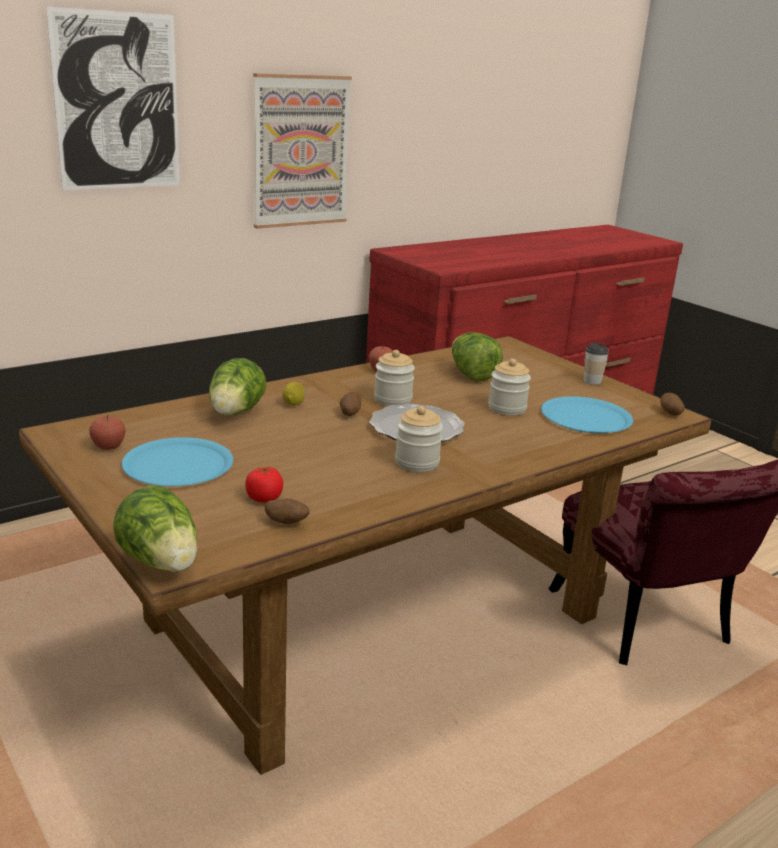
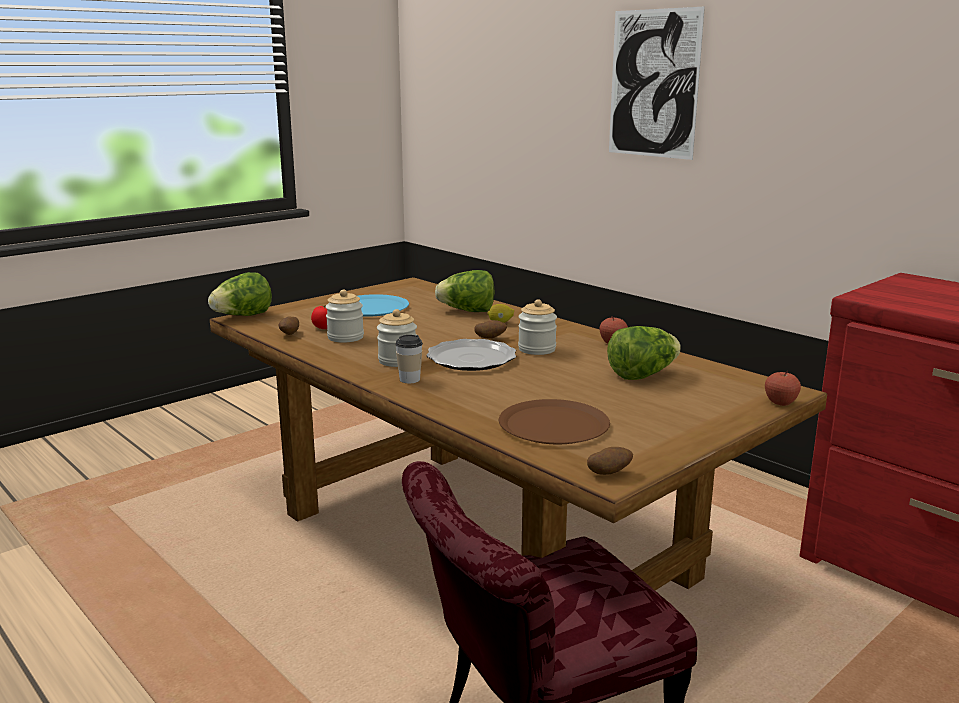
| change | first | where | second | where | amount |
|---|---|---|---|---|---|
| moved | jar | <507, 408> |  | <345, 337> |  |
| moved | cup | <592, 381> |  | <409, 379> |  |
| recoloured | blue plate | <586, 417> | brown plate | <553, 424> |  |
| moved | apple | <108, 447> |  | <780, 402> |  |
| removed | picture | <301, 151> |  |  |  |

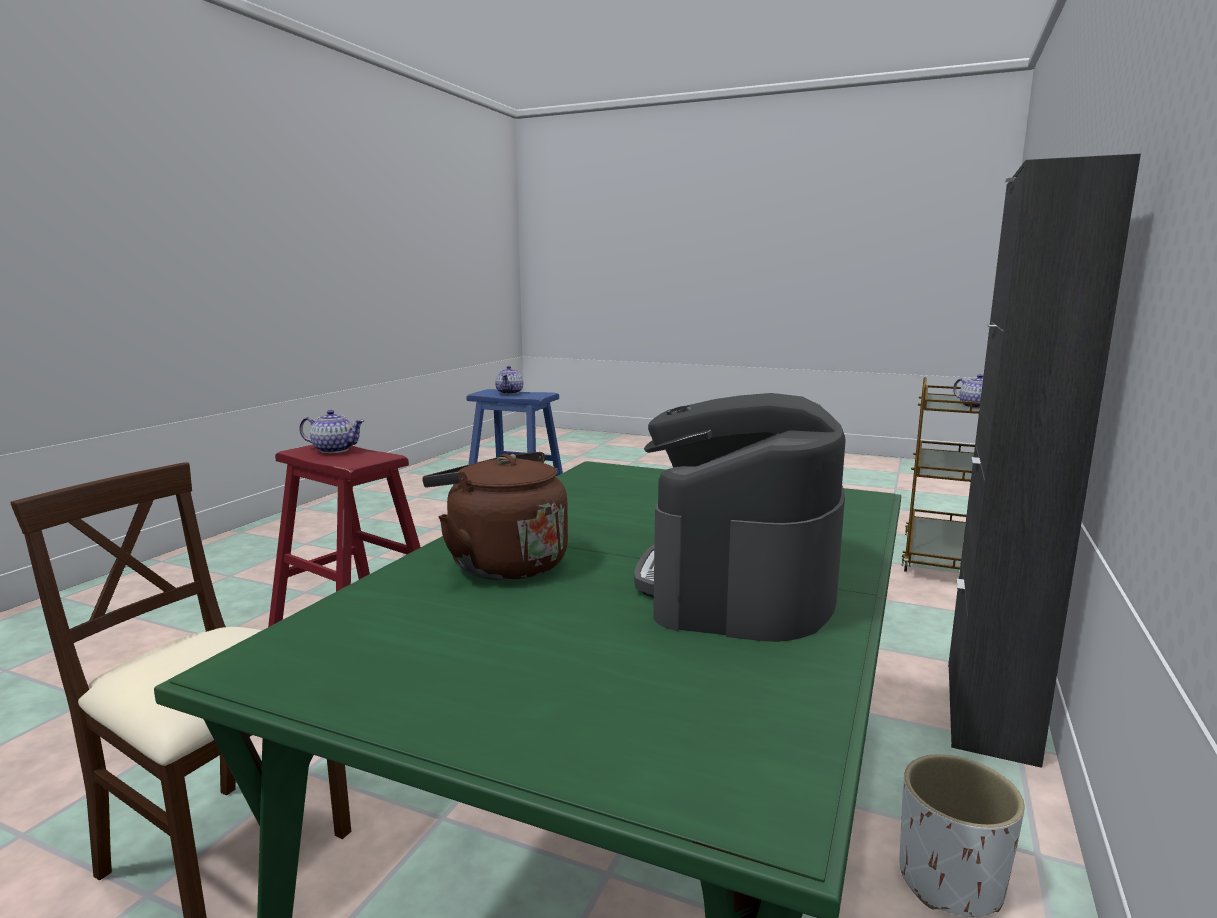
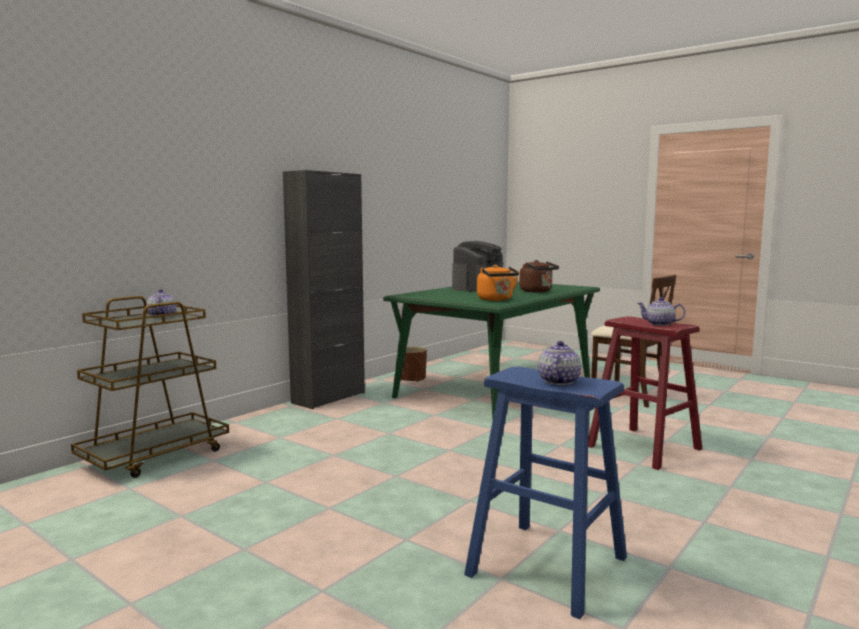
| change | first | where | second | where | amount |
|---|---|---|---|---|---|
| recoloured | white planter | <949, 882> | brown planter | <412, 379> |  |
| added |  |  | orange kettle | <496, 299> |  |

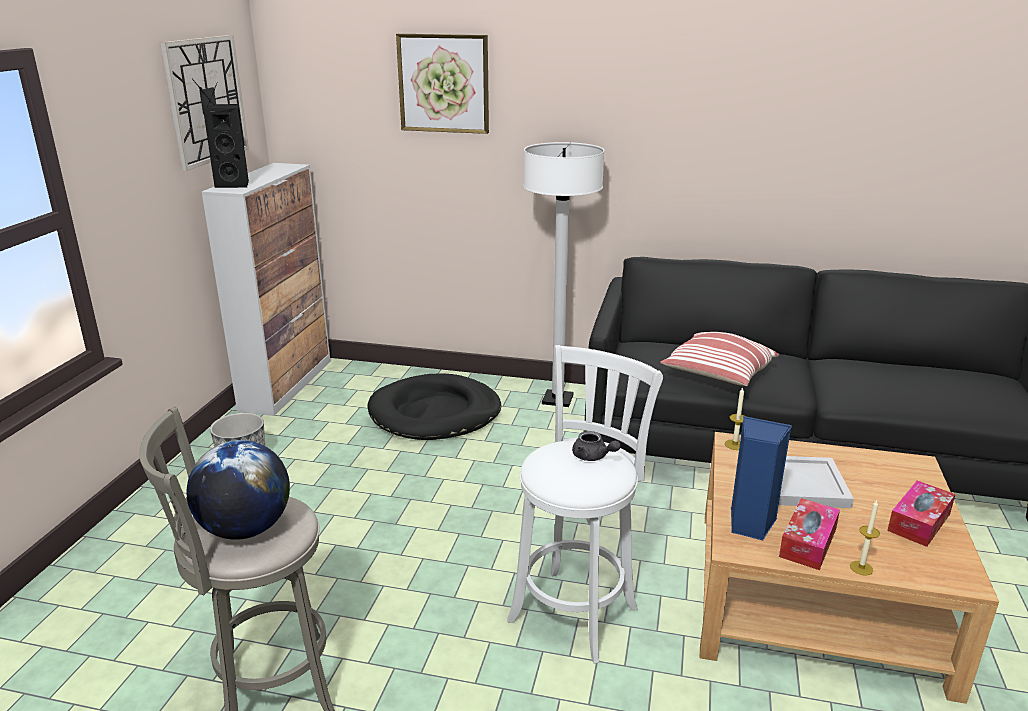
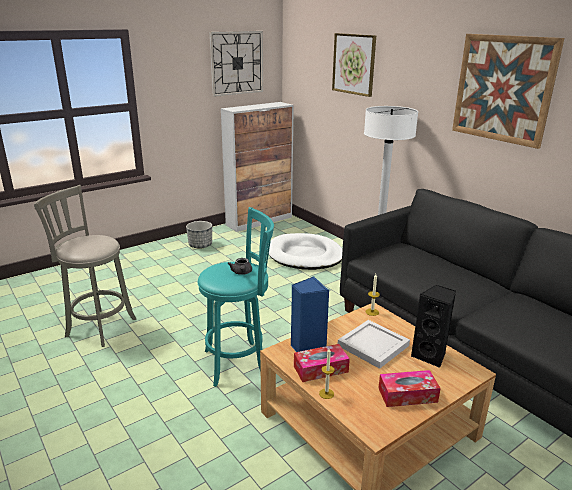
| change | first | where | second | where | amount |
|---|---|---|---|---|---|
| recoloured | white stool | <576, 610> | turquoise stool | <239, 362> |  |
| recoloured | black dog bed | <435, 413> | white dog bed | <305, 255> |  |
| moved | black speaker | <234, 184> |  | <430, 356> |  |
| added |  |  | picture | <503, 89> |  |
| removed | globe | <245, 529> |  |  |  |
| removed | pillow | <718, 374> |  |  |  |

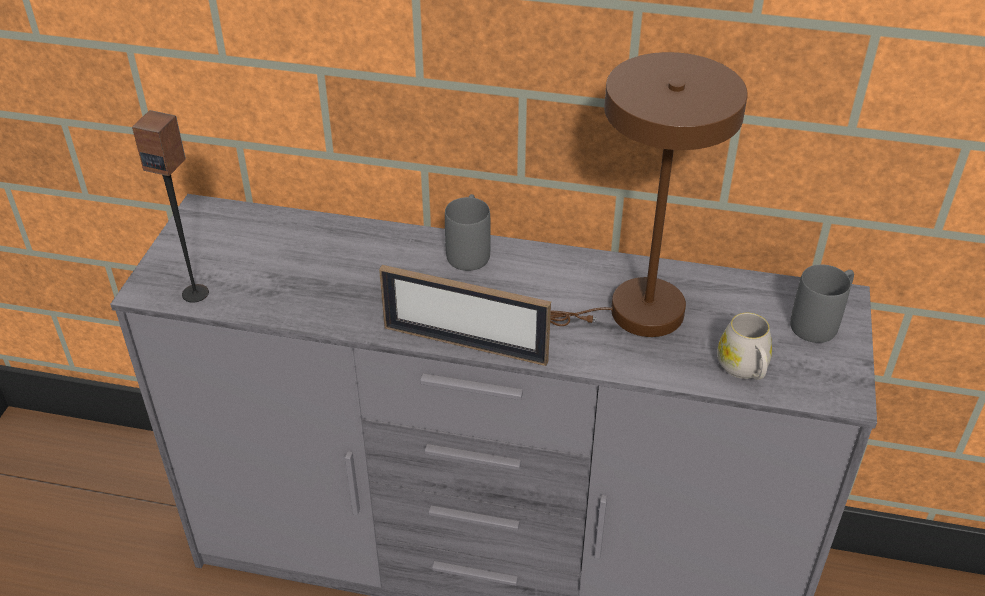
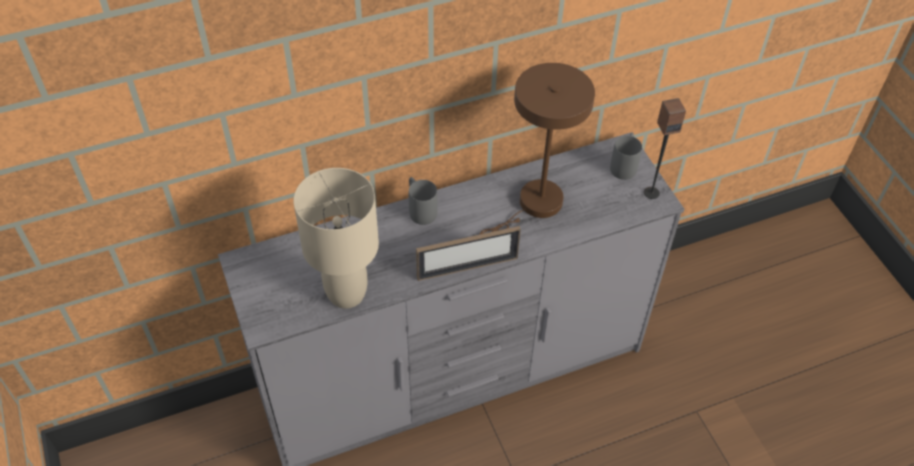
| change | first | where | second | where | amount |
|---|---|---|---|---|---|
| added |  |  | beige table lamp | <347, 293> |  |
| moved | speaker | <195, 293> |  | <651, 192> |  |
| removed | white mug | <744, 369> |  |  |  |

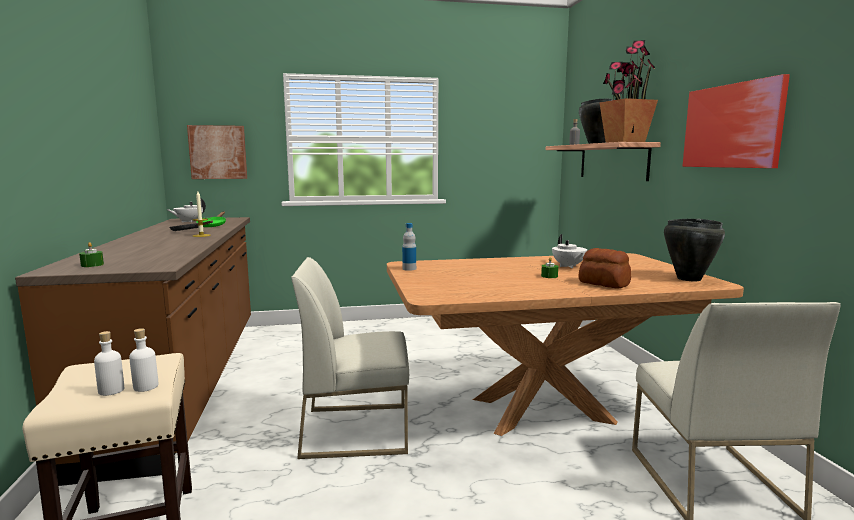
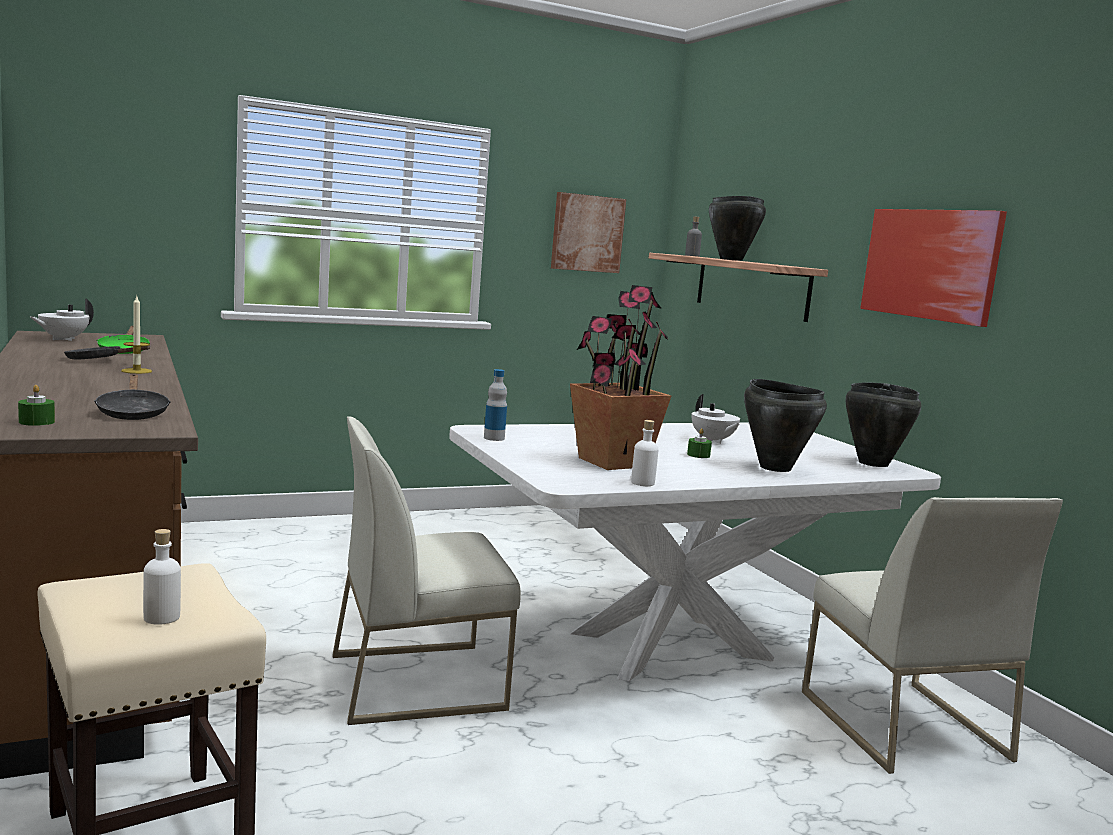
| change | first | where | second | where | amount |
|---|---|---|---|---|---|
| added |  |  | black frying pan | <132, 413> |  |
| recoloured | brown dining table | <541, 409> | white dining table | <669, 644> |  |
| moved | picture | <218, 152> |  | <587, 233> |  |
| moved | potted plant | <624, 142> |  | <611, 462> |  |
| moved | white bottle | <146, 387> |  | <642, 483> |  |
| replaced | bread | <604, 283> | black cooking pot | <775, 467> |  |

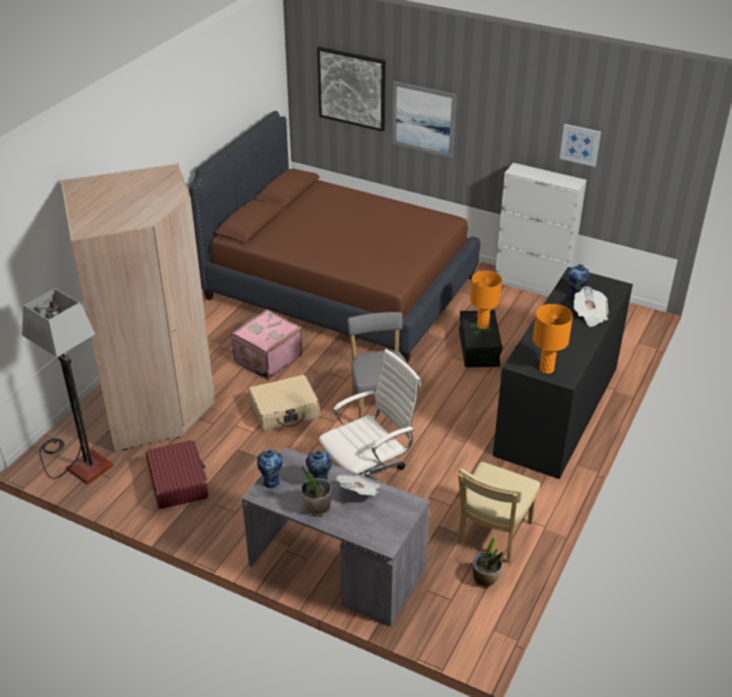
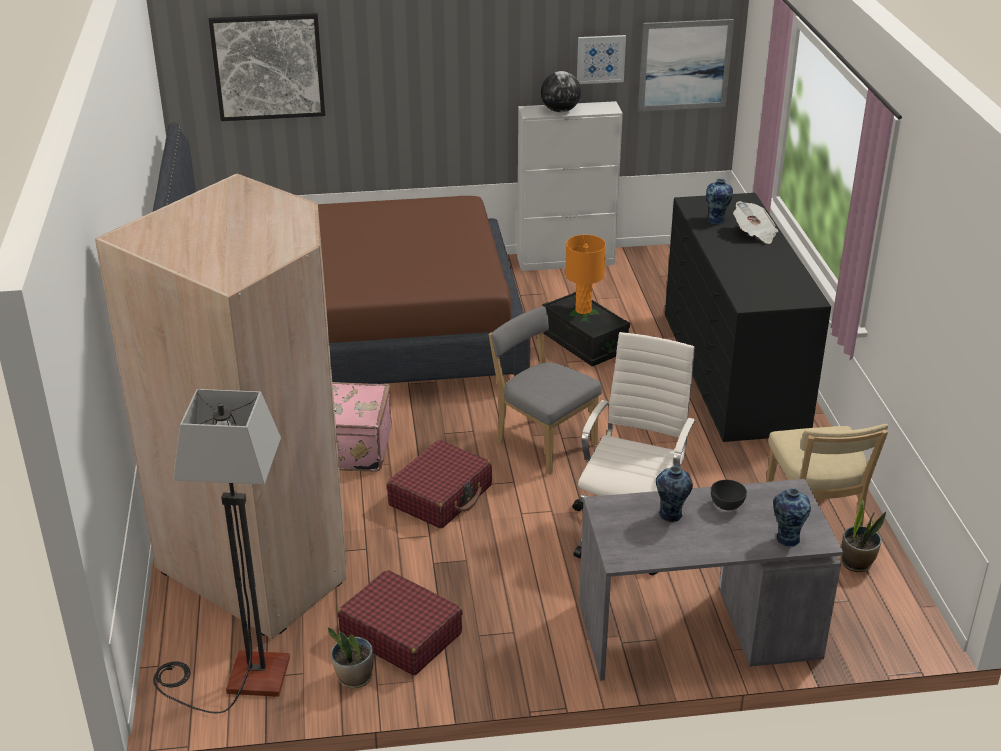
| change | first | where | second | where | amount |
|---|---|---|---|---|---|
| moved | potted plant | <317, 507> |  | <354, 678> |  |
| recoloured | beige suitcase | <285, 411> | red suitcase | <441, 495> |  |
| added |  |  | globe | <560, 110> |  |
| moved | picture | <423, 119> |  | <685, 65> |  |
| replaced | newspaper | <359, 493> | grey bowl | <726, 505> |  |
| moved | vase | <271, 482> |  | <786, 538> |  |
| removed | orange table lamp | <546, 369> |  |  |  |

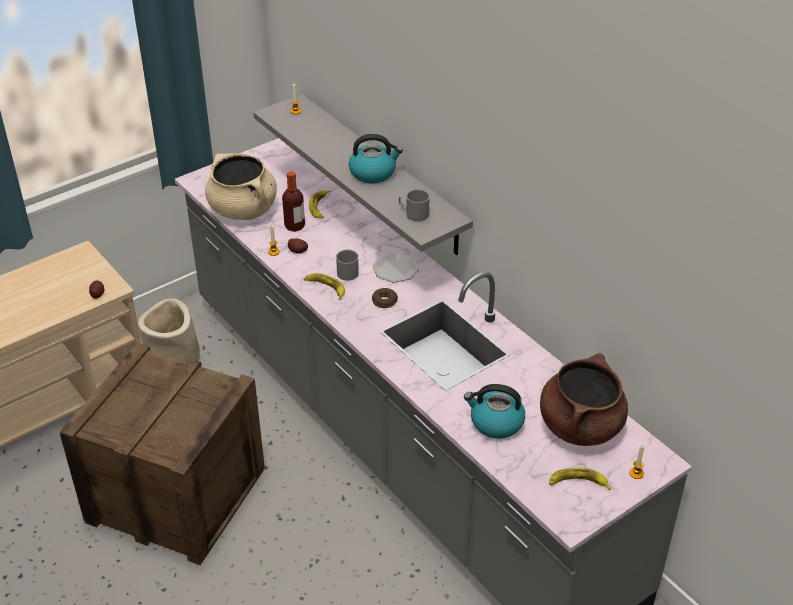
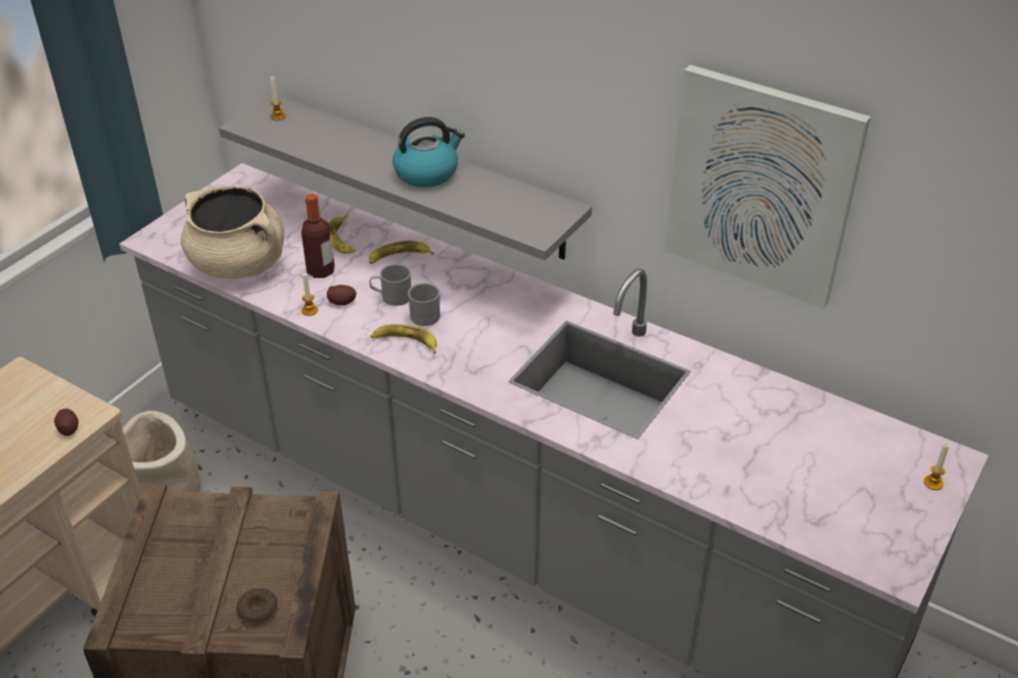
| change | first | where | second | where | amount |
|---|---|---|---|---|---|
| moved | donut | <384, 301> |  | <258, 610> |  |
| moved | banana | <577, 482> |  | <399, 257> |  |
| moved | grey mug | <413, 213> |  | <391, 296> |  |
| added |  |  | picture | <761, 186> |  |
| removed | plate | <395, 269> |  |  |  |
| removed | kettle | <495, 423> |  |  |  |
| removed | brown cooking pot | <580, 426> |  |  |  |

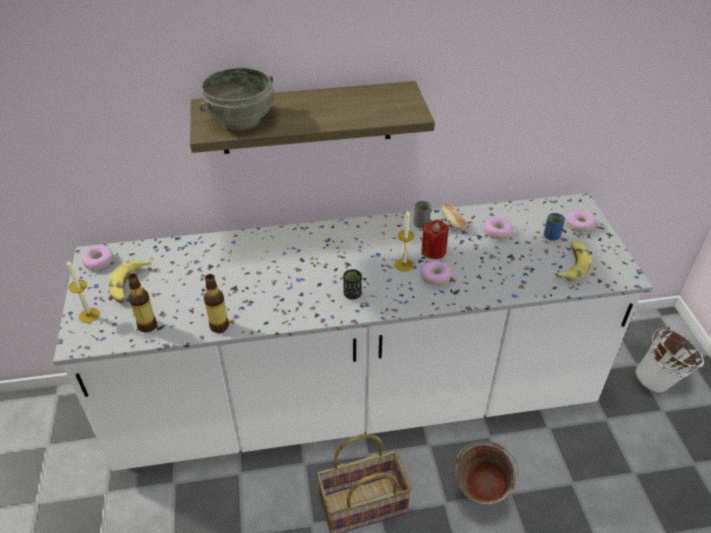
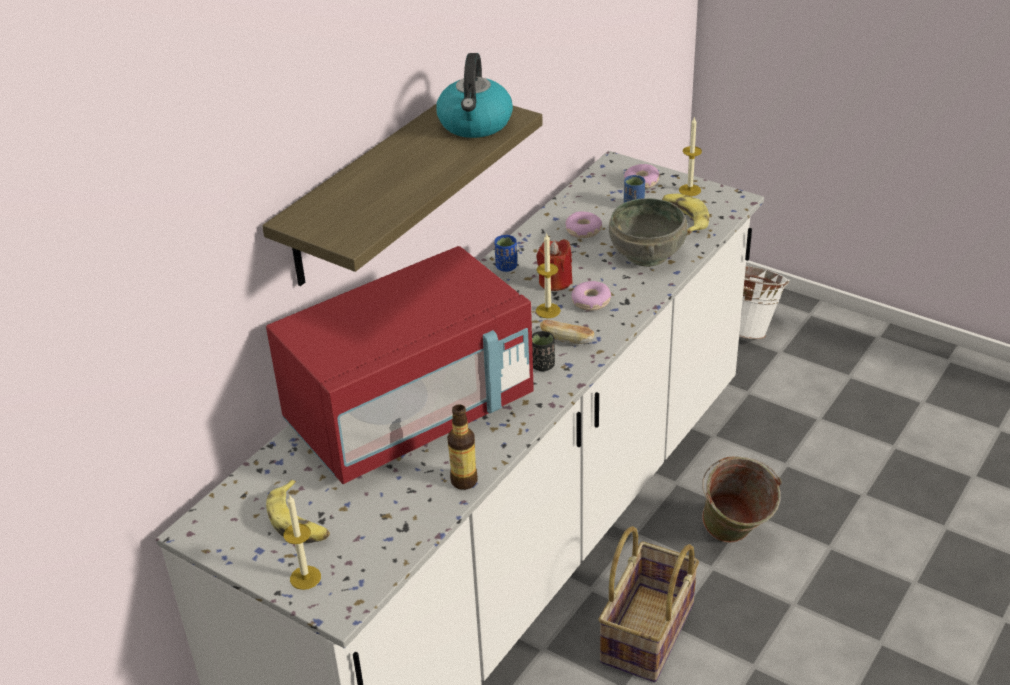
| change | first | where | second | where | amount |
|---|---|---|---|---|---|
| added |  |  | red microwave | <411, 414> |  |
| added |  |  | kettle | <475, 124> |  |
| recoloured | grey cup | <421, 224> | blue cup | <506, 267> |  |
| moved | bread | <453, 222> |  | <566, 340> |  |
| moved | grey bowl | <241, 120> |  | <648, 254> |  |
| added |  |  | candle | <689, 190> |  |
| removed | donut | <98, 261> |  |  |  |
| removed | bottle | <147, 326> |  |  |  |

